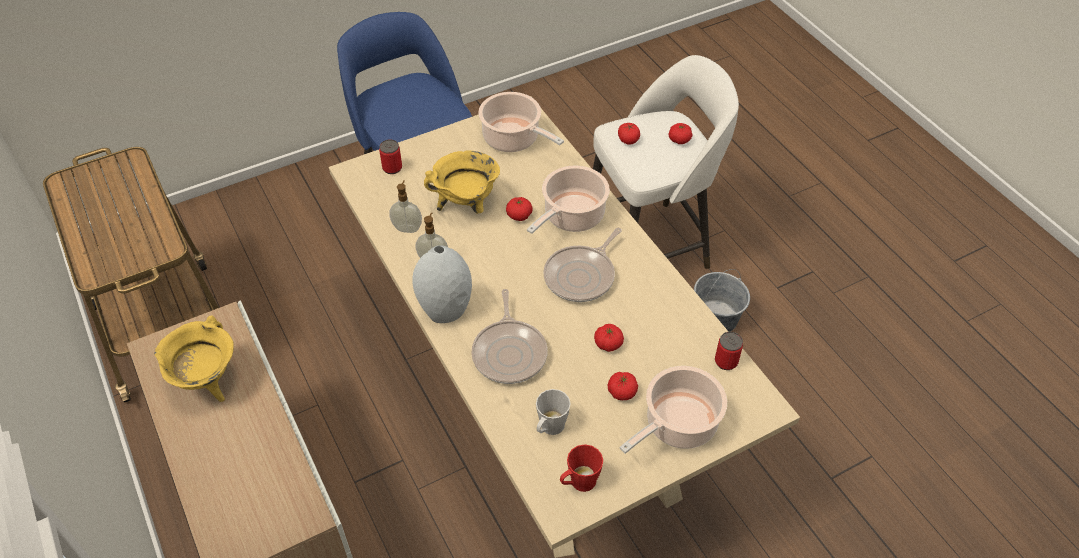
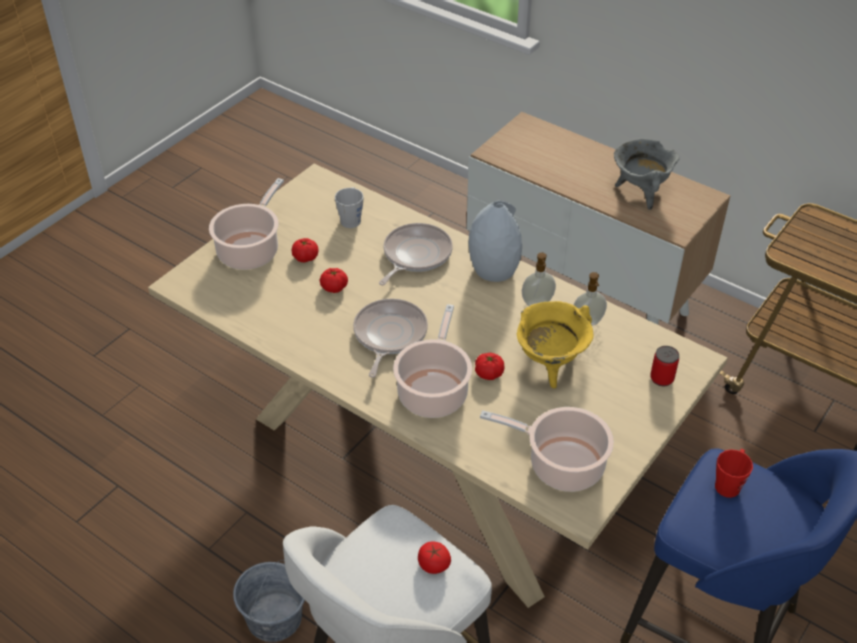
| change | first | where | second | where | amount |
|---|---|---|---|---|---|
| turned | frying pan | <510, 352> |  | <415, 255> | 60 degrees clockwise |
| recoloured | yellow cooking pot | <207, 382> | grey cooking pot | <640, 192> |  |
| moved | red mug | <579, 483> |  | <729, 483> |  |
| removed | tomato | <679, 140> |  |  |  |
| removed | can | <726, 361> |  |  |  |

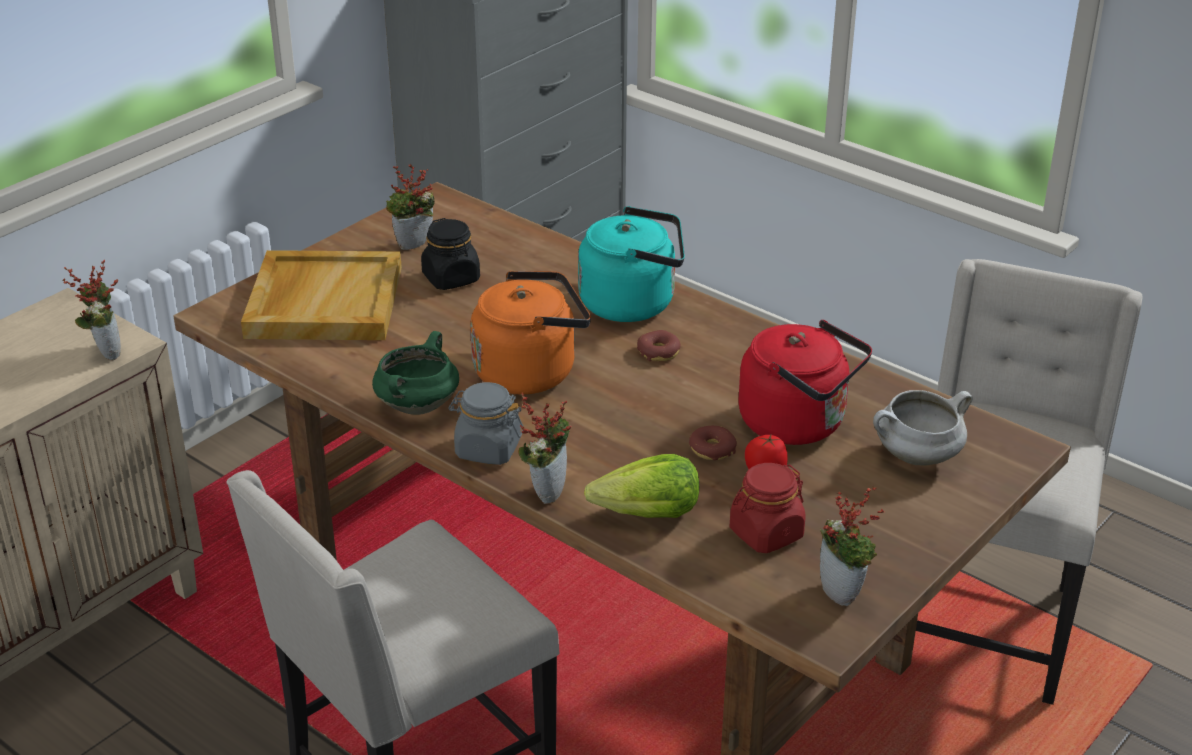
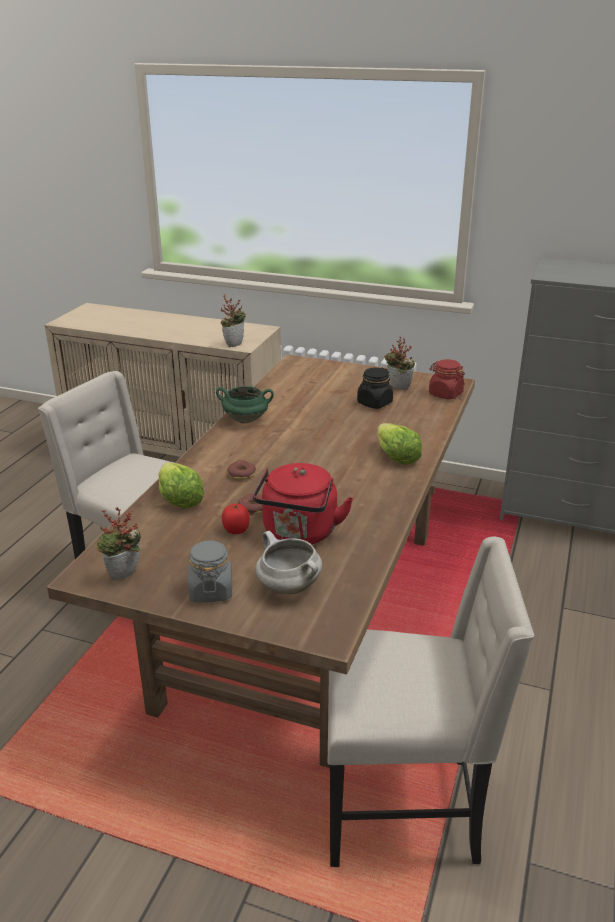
| change | first | where | second | where | amount |
|---|---|---|---|---|---|
| moved | grey jar | <487, 449> |  | <211, 590> |  |
| moved | donut | <658, 352> |  | <241, 474> |  |
| replaced | turquoise kettle | <633, 303> | lettuce | <395, 457> |  |
| moved | red jar | <766, 534> |  | <445, 394> |  |
| removed | beige tray | <323, 301> |  |  |  |
| removed | orange kettle | <531, 371> |  |  |  |
| removed | potted plant | <546, 490> |  |  |  |

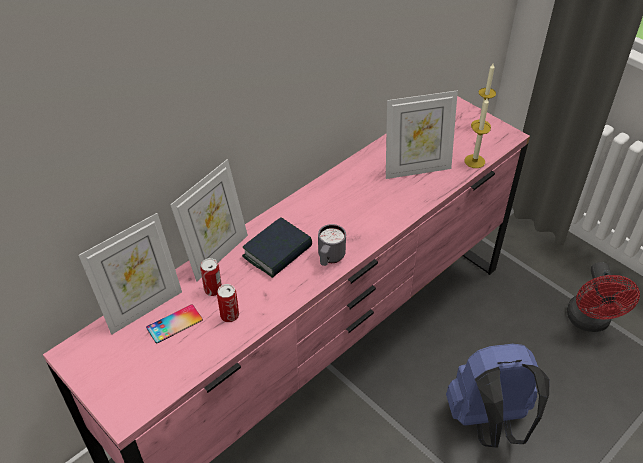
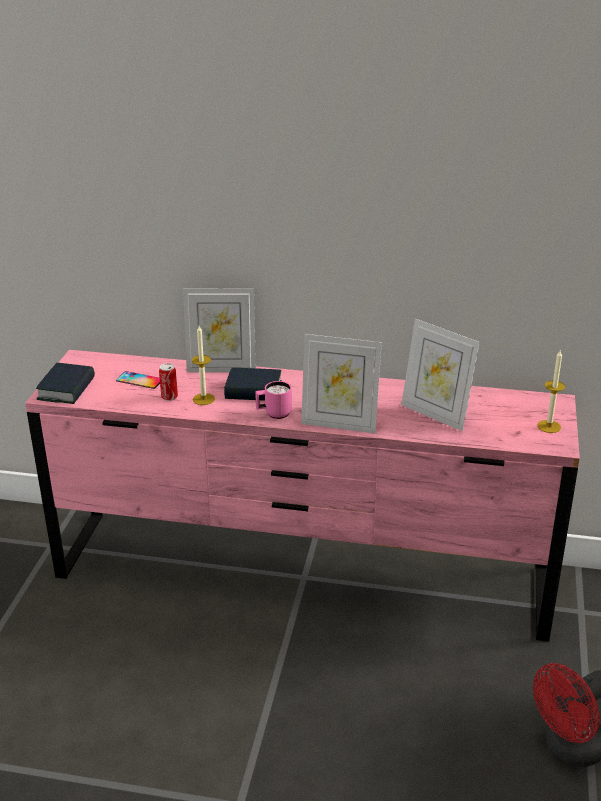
| change | first | where | second | where | amount |
|---|---|---|---|---|---|
| added |  |  | book | <66, 389> |  |
| moved | candle | <474, 161> |  | <203, 399> |  |
| recoloured | grey mug | <330, 259> | pink mug | <274, 414> |  |
| moved | picture frame | <143, 307> |  | <339, 424> |  |
| removed | can | <213, 289> |  |  |  |
| removed | blue backpack | <489, 422> |  |  |  |

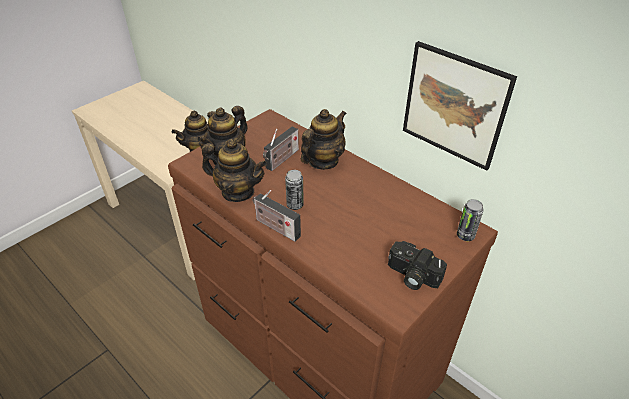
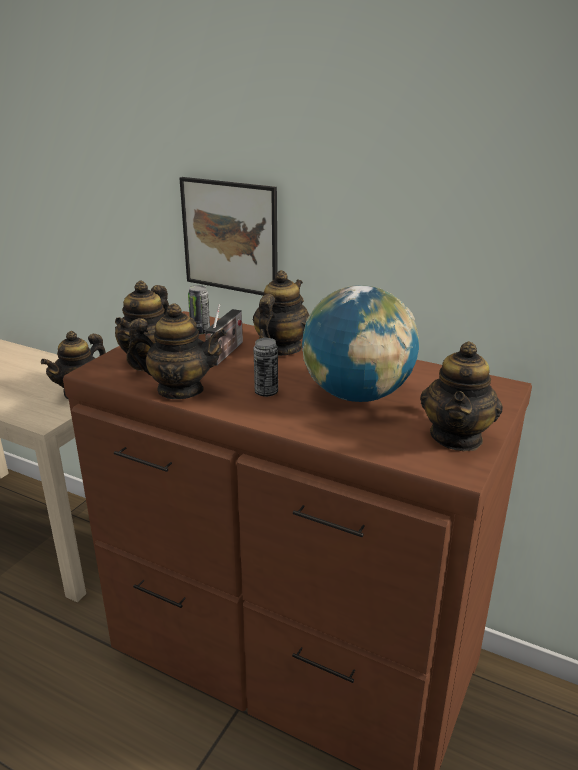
| change | first | where | second | where | amount |
|---|---|---|---|---|---|
| moved | picture | <454, 105> |  | <230, 236> |  |
| moved | can | <465, 235> |  | <200, 331> |  |
| added |  |  | globe | <357, 395> |  |
| replaced | photo camera | <411, 276> | teapot | <457, 437> |  |
| removed | radio | <275, 227> |  |  |  |

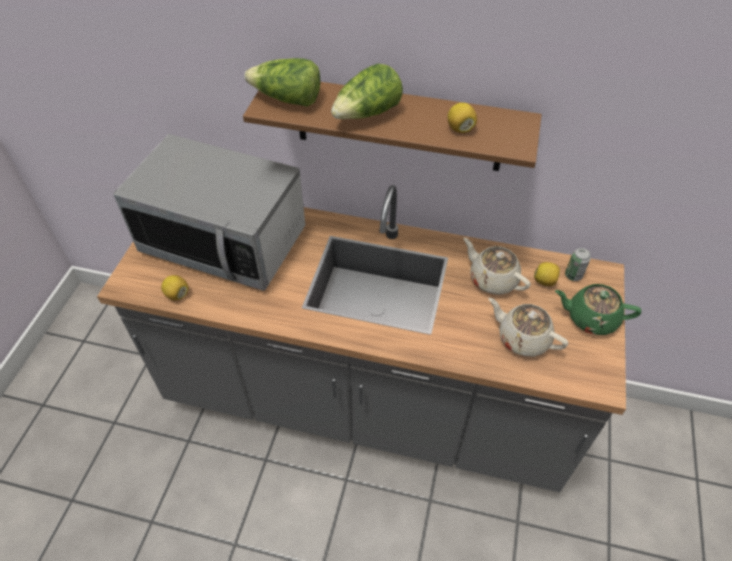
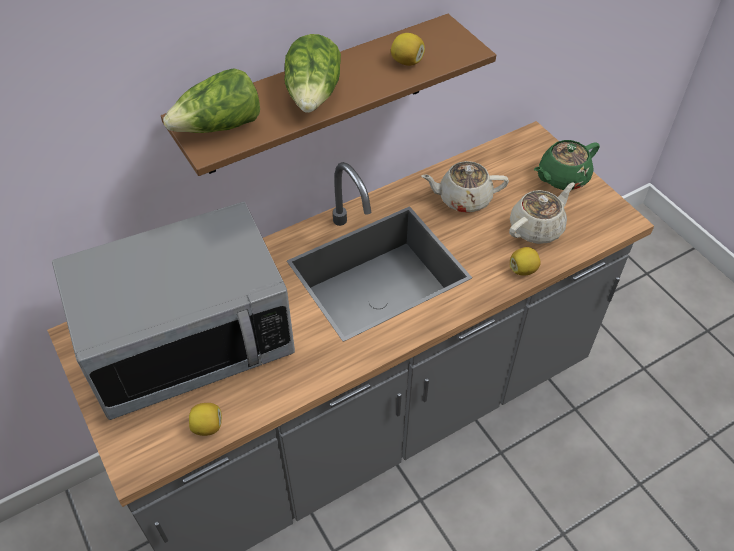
| change | first | where | second | where | amount |
|---|---|---|---|---|---|
| turned | beige teapot | <522, 338> |  | <537, 228> | 150 degrees clockwise |
| moved | lemon | <545, 281> |  | <523, 269> |  |
| removed | can | <573, 275> |  |  |  |

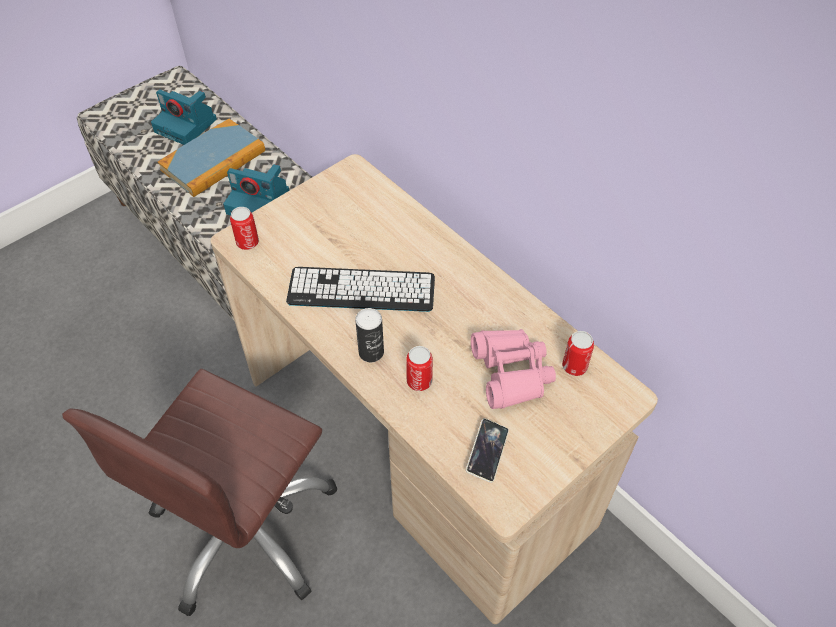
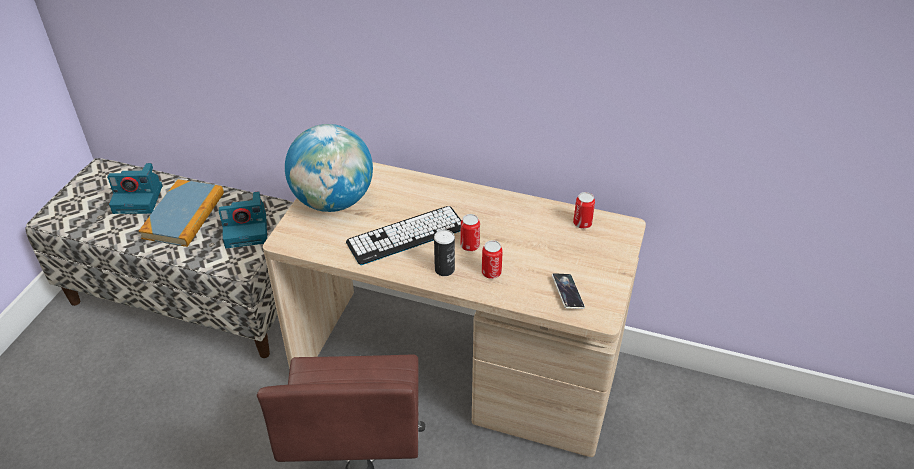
| change | first | where | second | where | amount |
|---|---|---|---|---|---|
| added |  |  | globe | <333, 201> |  |
| moved | can | <247, 242> |  | <470, 246> |  |
| removed | pink binoculars | <511, 373> |  |  |  |

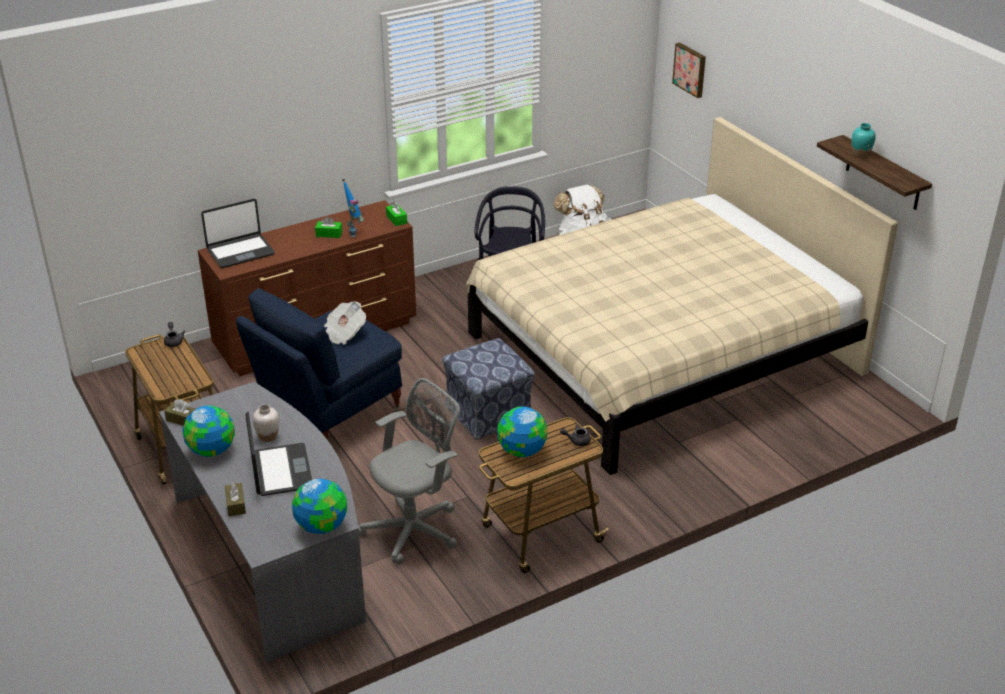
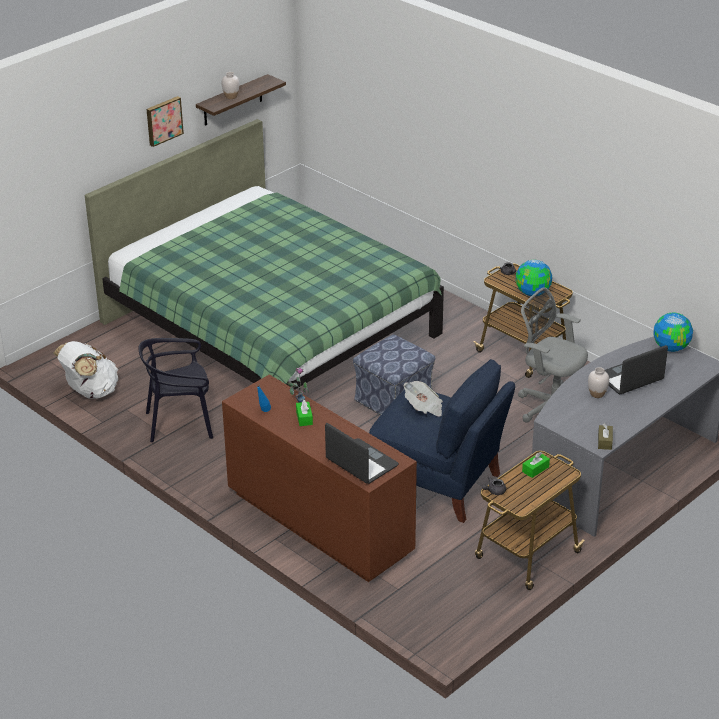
| change | first | where | second | where | amount |
|---|---|---|---|---|---|
| recoloured | beige bed | <661, 353> | green bed | <270, 329> |  |
| moved | picture | <690, 69> |  | <163, 120> |  |
| recoloured | turquoise vase | <860, 155> | white vase | <231, 97> |  |
| moved | green tissue box | <396, 219> |  | <535, 469> |  |
| removed | globe | <212, 450> |  |  |  |
| removed | brown tissue box | <236, 504> |  |  |  |

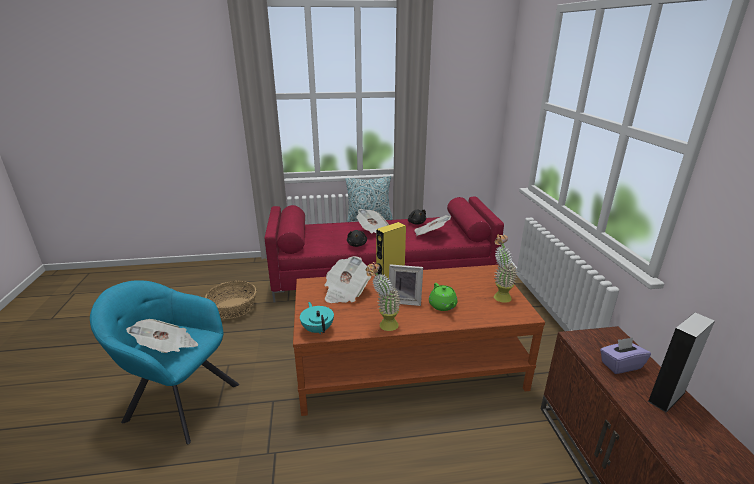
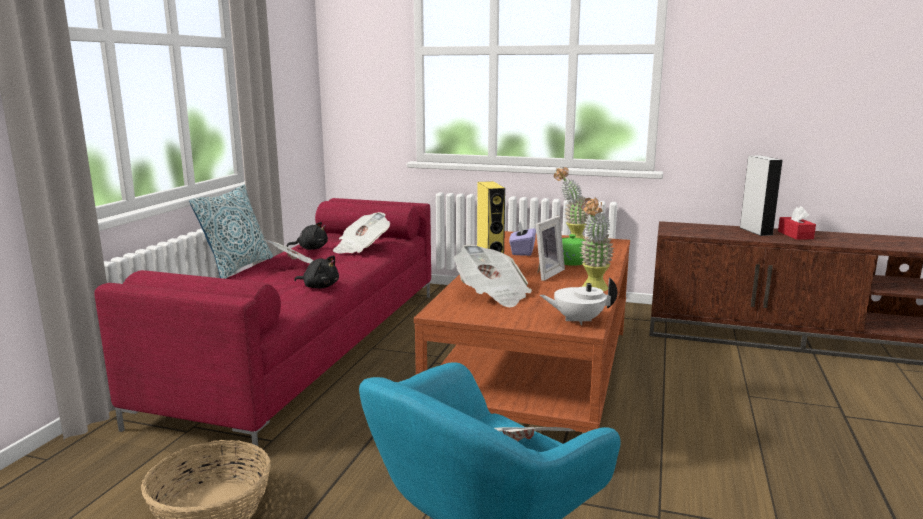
| change | first | where | second | where | amount |
|---|---|---|---|---|---|
| moved | purple tissue box | <620, 365> |  | <522, 251> |  |
| recoloured | turquoise teapot | <318, 329> | white teapot | <578, 320> |  |
| added |  |  | red tissue box | <795, 235> |  |

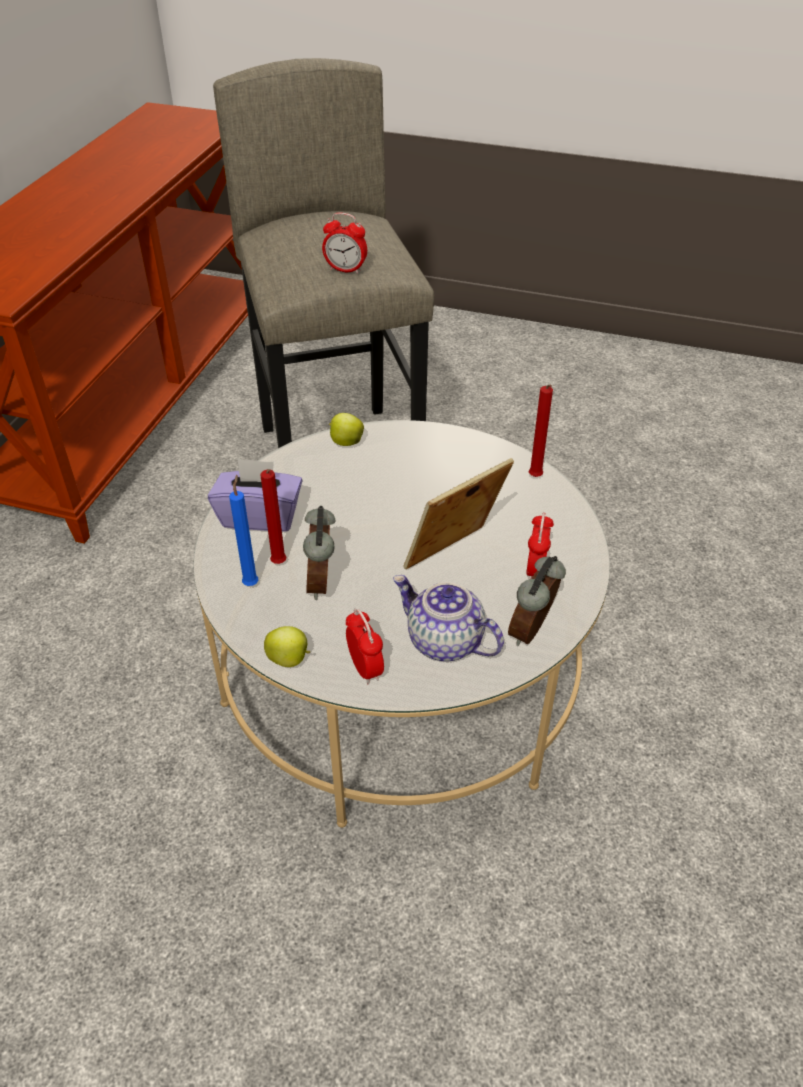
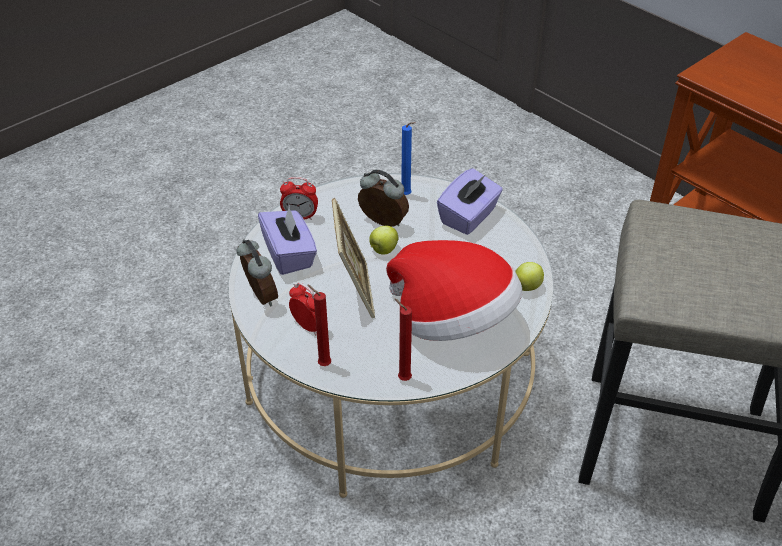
| change | first | where | second | where | amount |
|---|---|---|---|---|---|
| replaced | teapot | <444, 641> | purple tissue box | <289, 255> |  |
| moved | red candle | <279, 565> |  | <322, 364> |  |
| moved | apple | <289, 659> |  | <383, 250> |  |
| added |  |  | hat | <453, 320> |  |
| removed | alarm clock | <345, 270> |  |  |  |

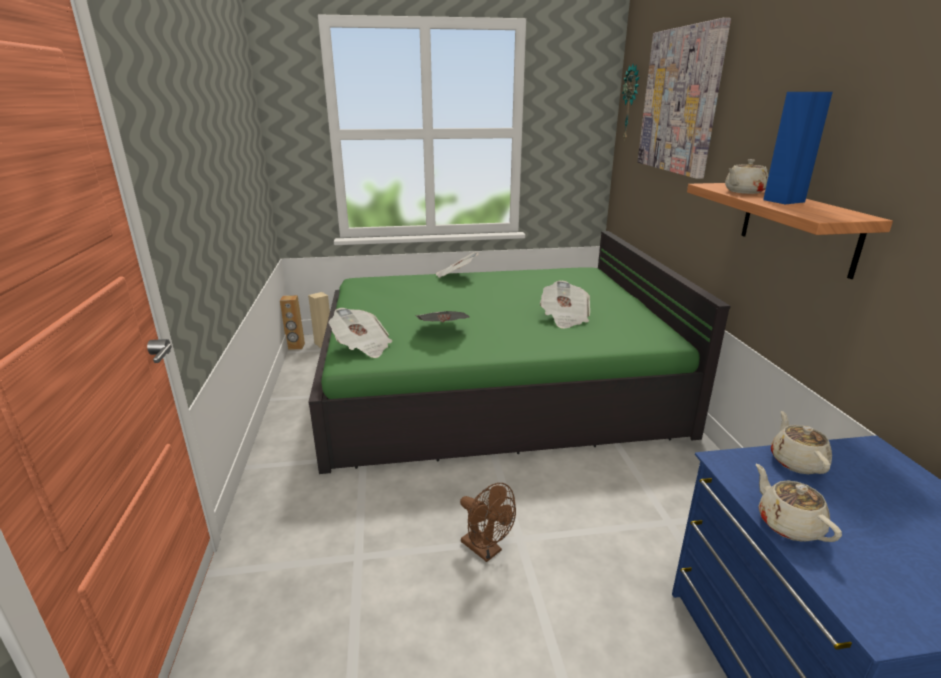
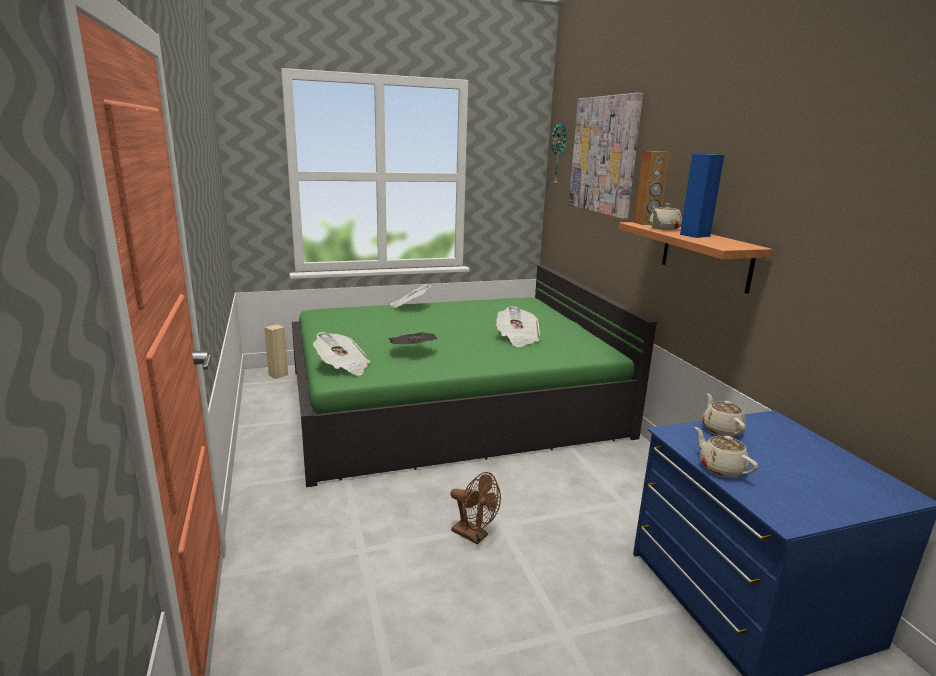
| change | first | where | second | where | amount |
|---|---|---|---|---|---|
| moved | brown speaker | <296, 346> |  | <646, 223> |  |

